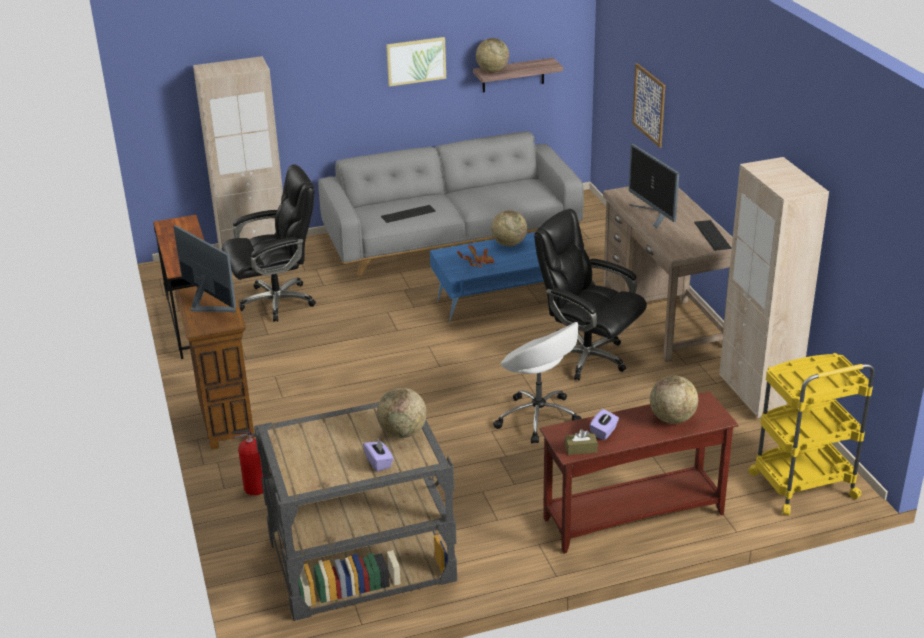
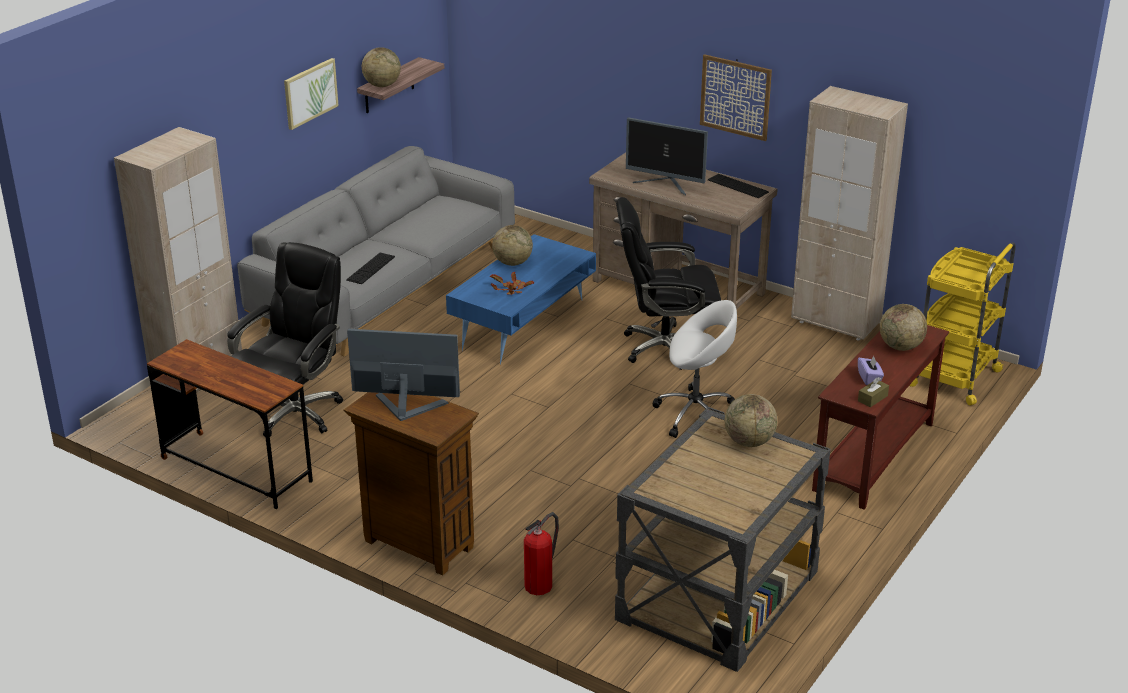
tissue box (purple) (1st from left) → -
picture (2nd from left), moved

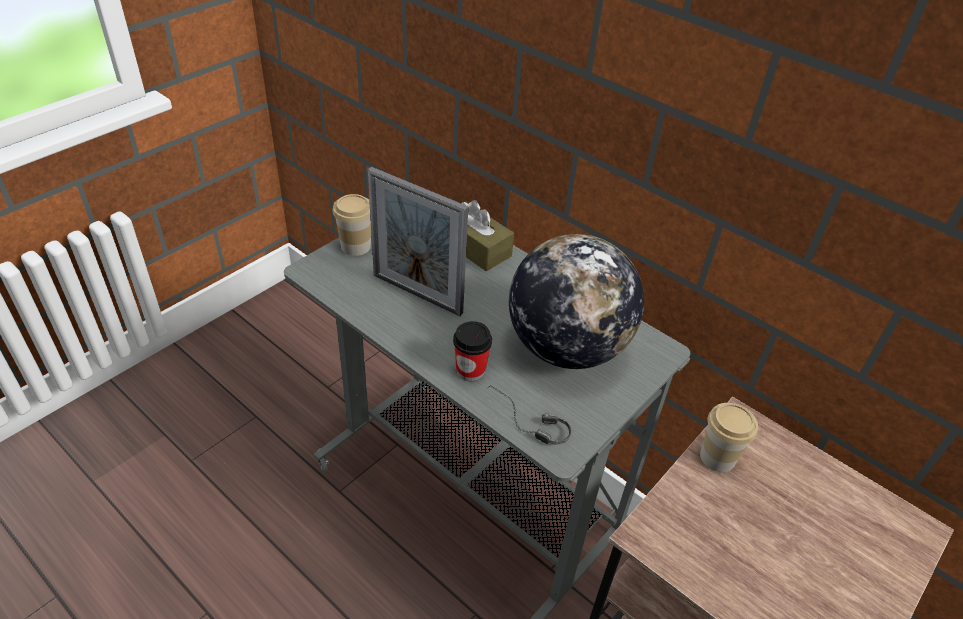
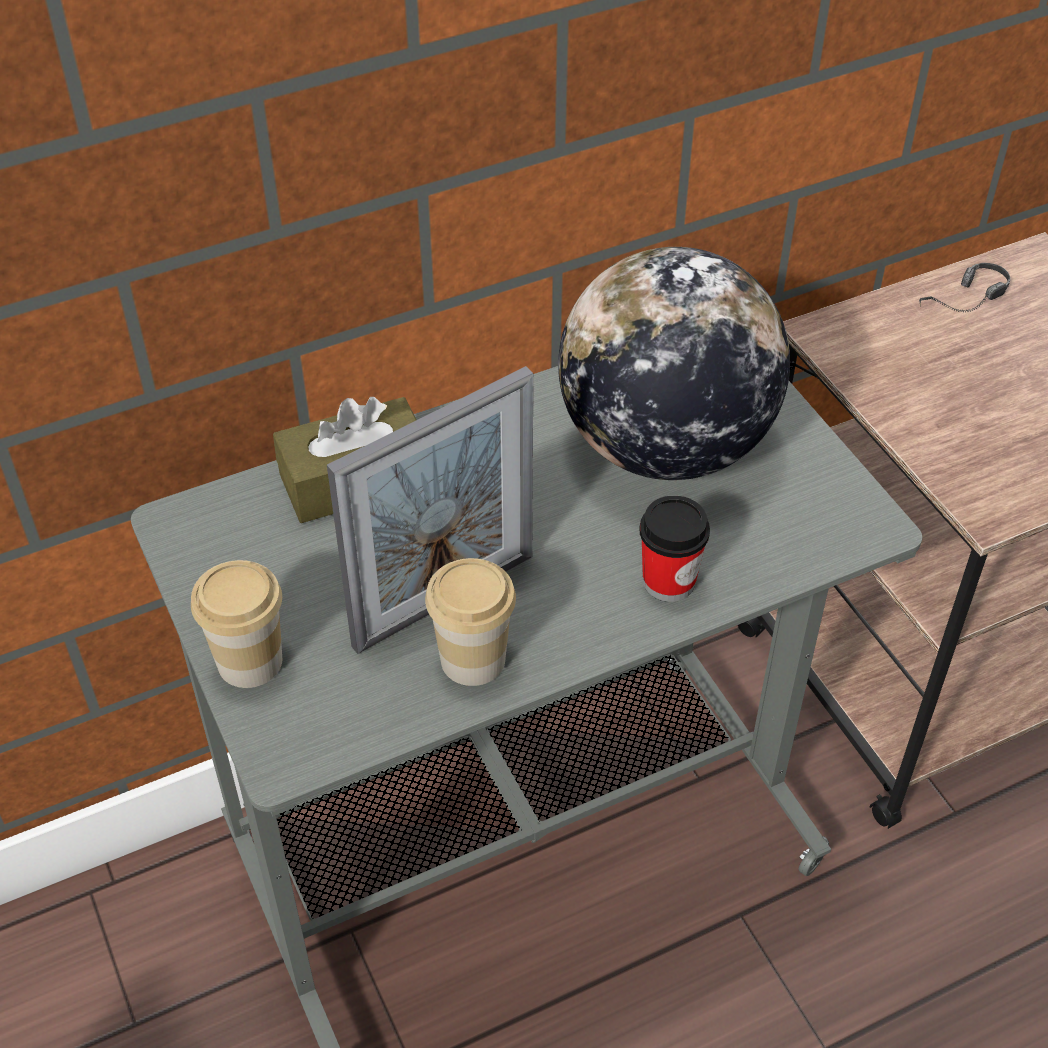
headphones, moved
cup (3rd from left in the first image) → cup (2nd from left), moved

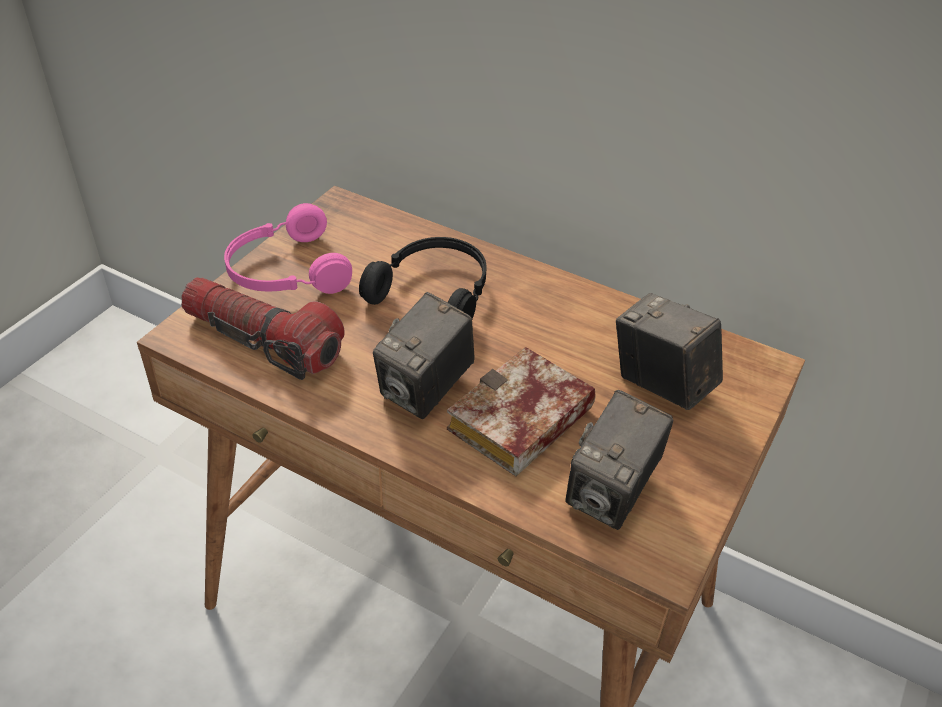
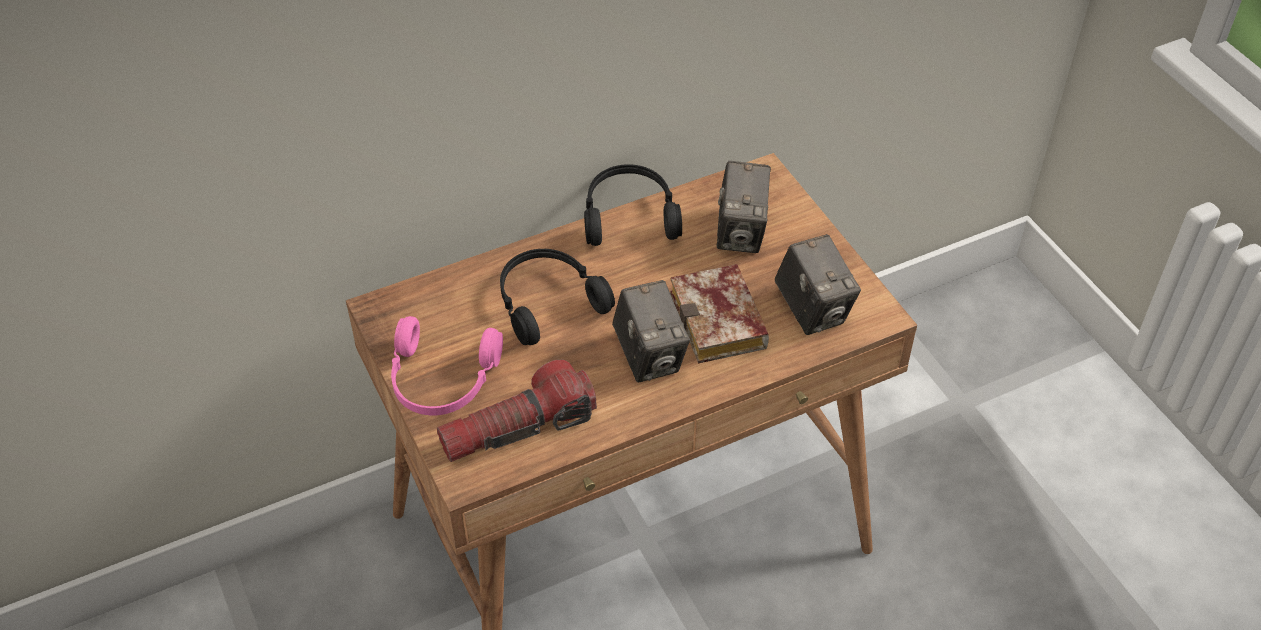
photo camera (3rd from left in the first image) → photo camera (2nd from left), 75 degrees counterclockwise
- → headphones (black) (2nd from left)

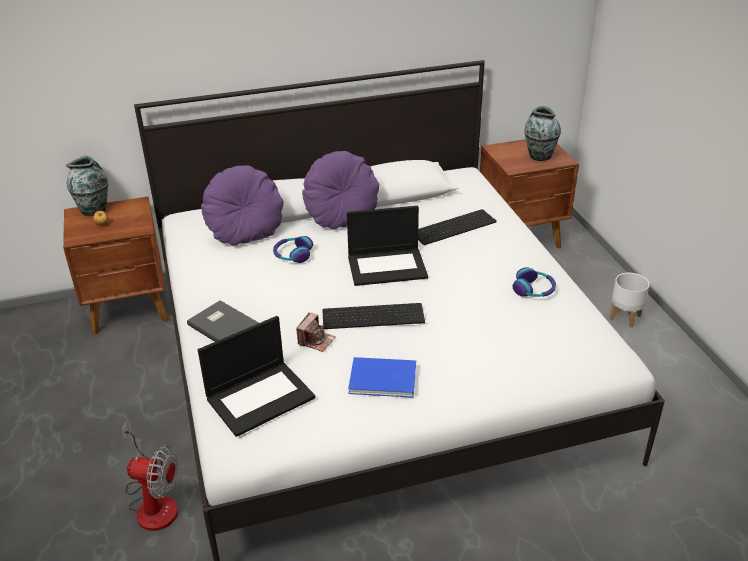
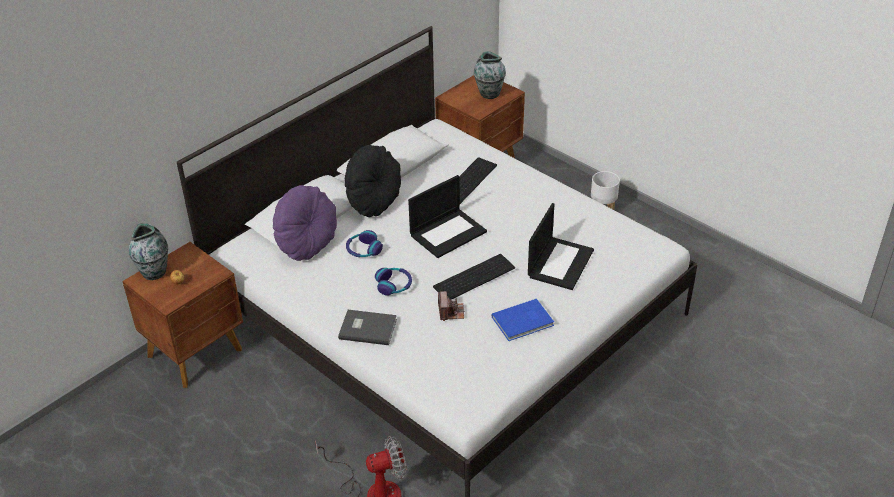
laptop (1st from left in the first image) → laptop (2nd from left), moved
pillow (purple) (2nd from left) → pillow (black)
headphones (2nd from left), moved

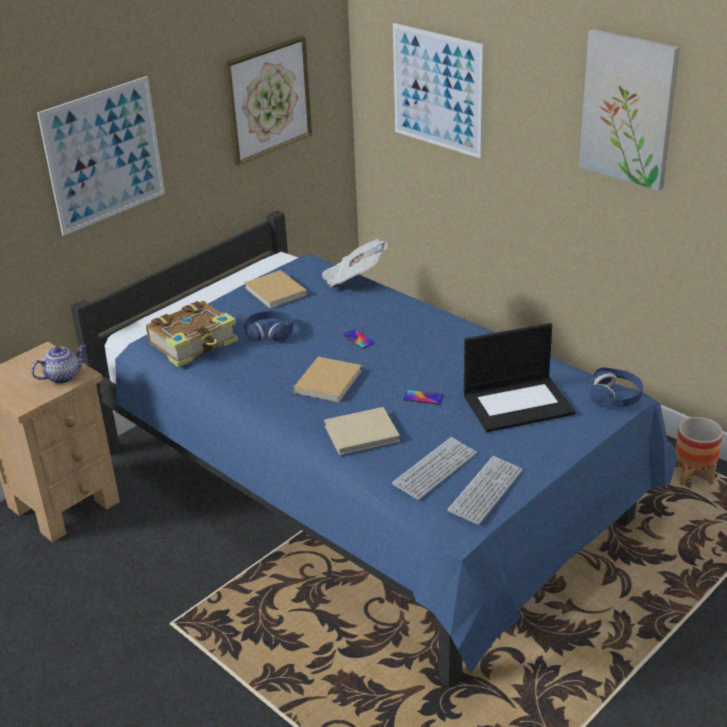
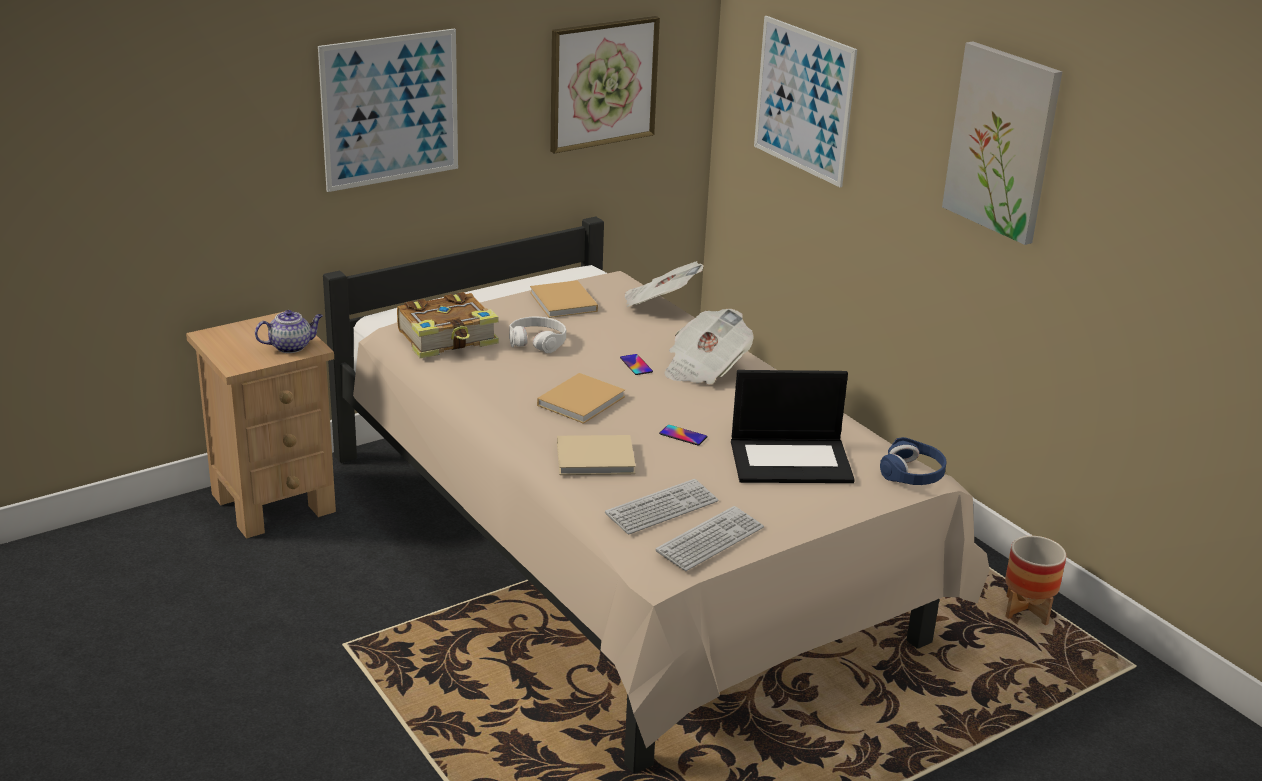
bed (blue) → bed (beige)
headphones (blue) (1st from left) → headphones (white)
- → newspaper (2nd from left)

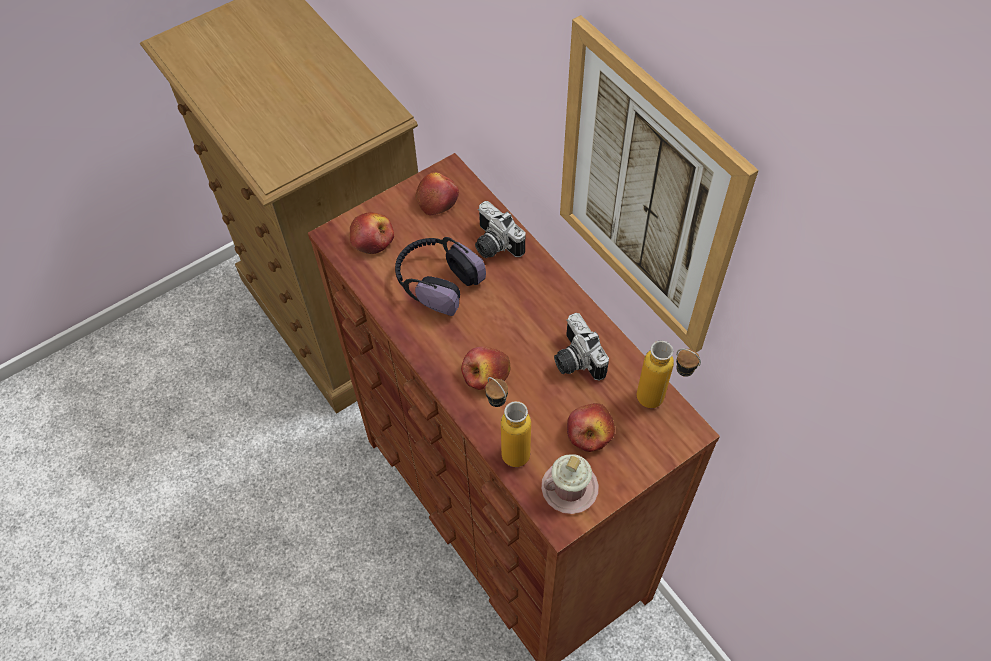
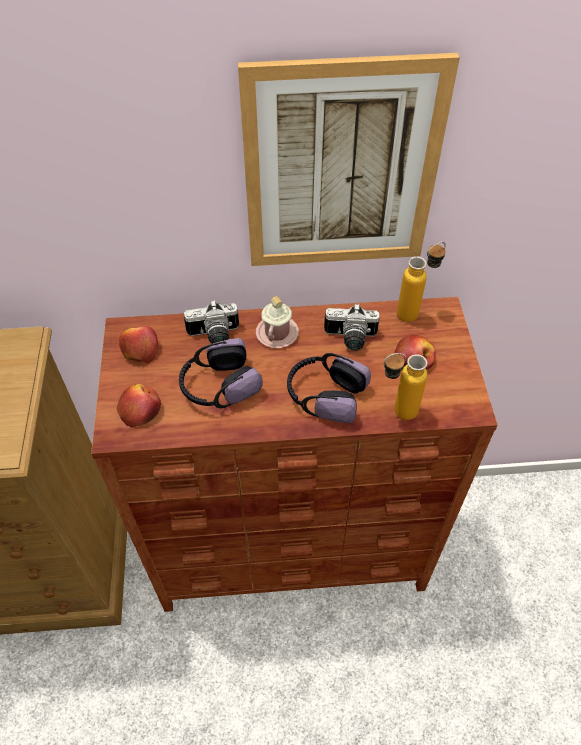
apple (3rd from left) → headphones (2nd from left)
mug (pink), moved

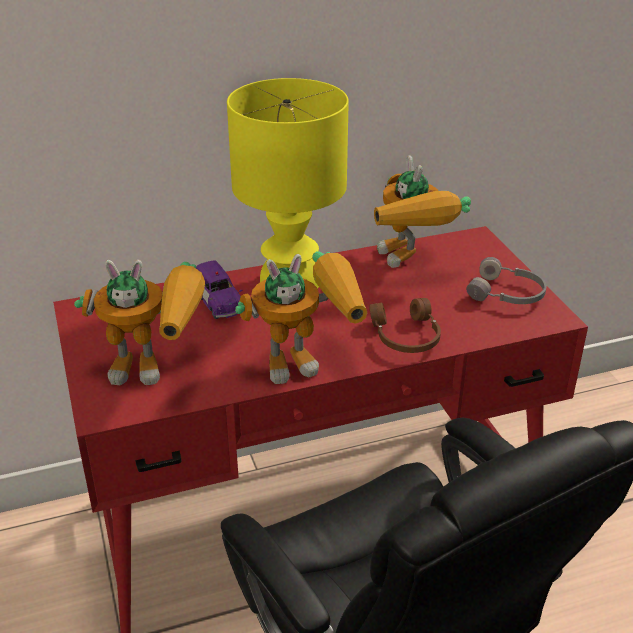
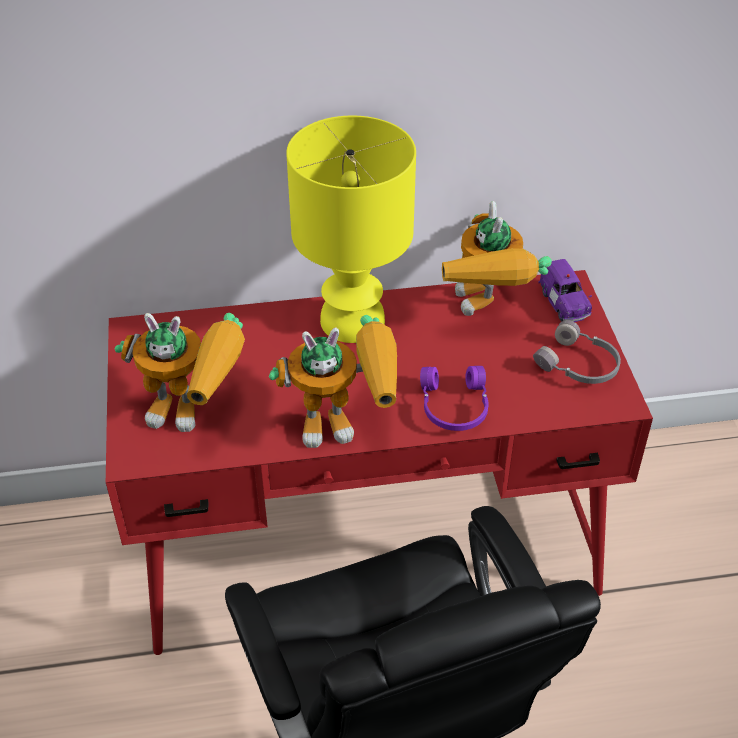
toy car (purple), moved
headphones (brown) → headphones (purple)

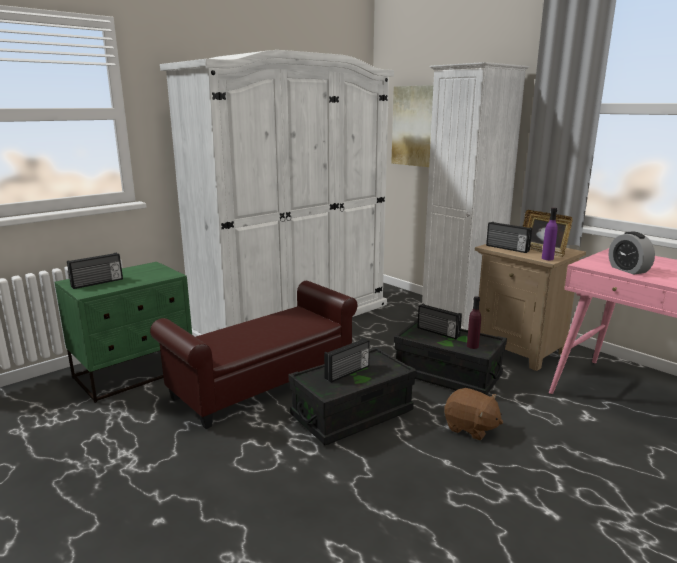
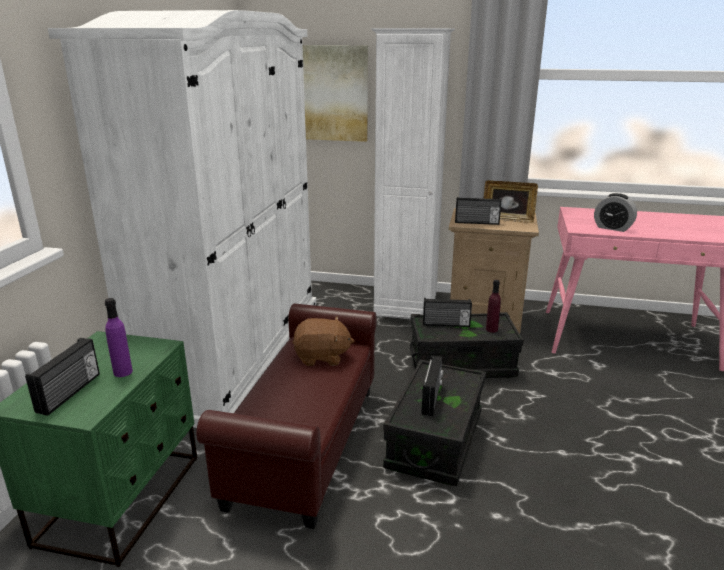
plush toy (brown), moved
bottle (purple) (2nd from left in the first image) → bottle (purple) (1st from left), moved

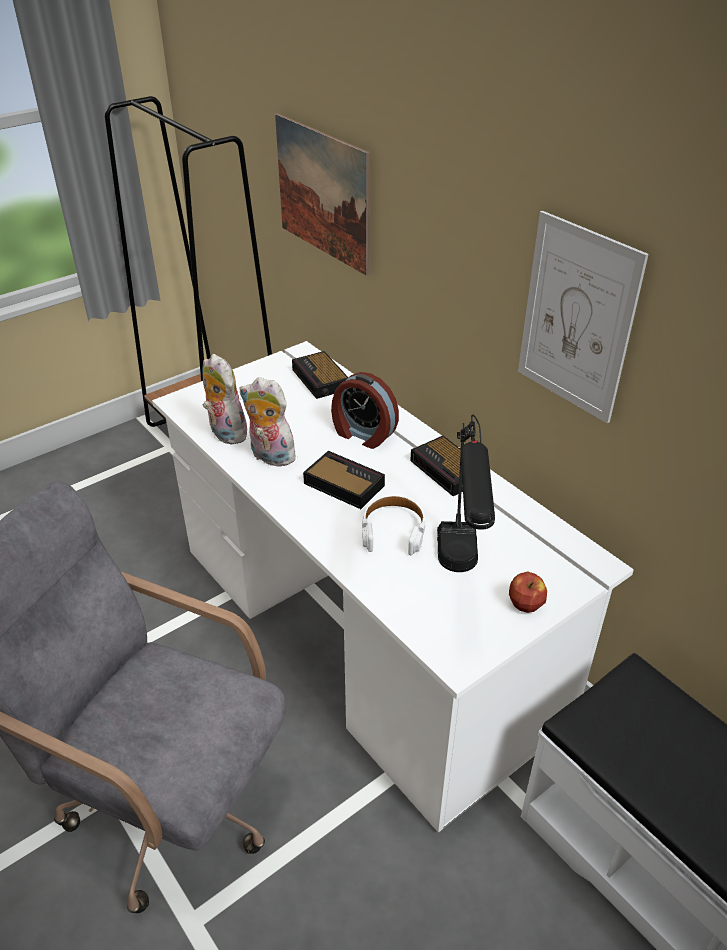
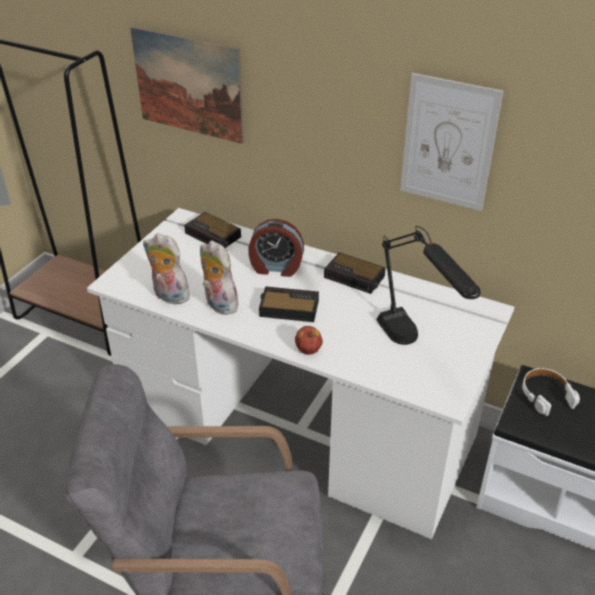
plush toy (2nd from left), 45 degrees clockwise
headphones (white), moved
apple, moved

